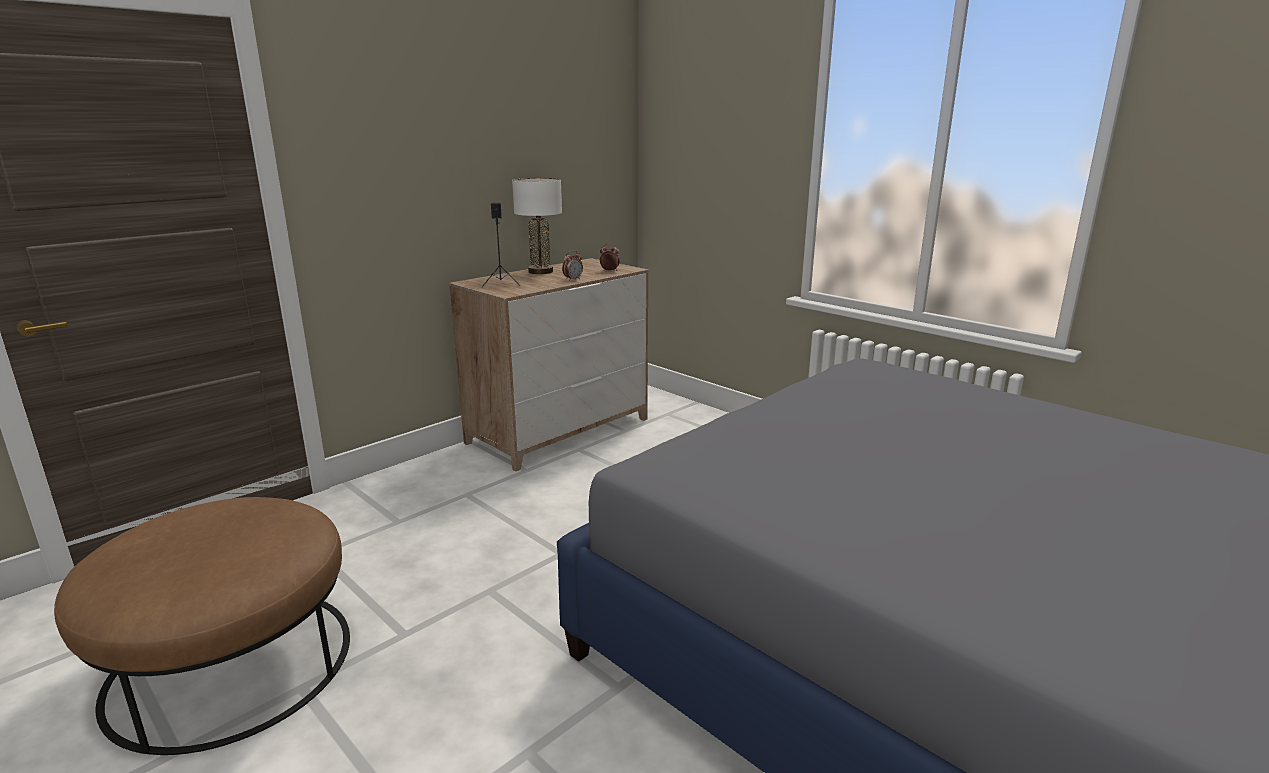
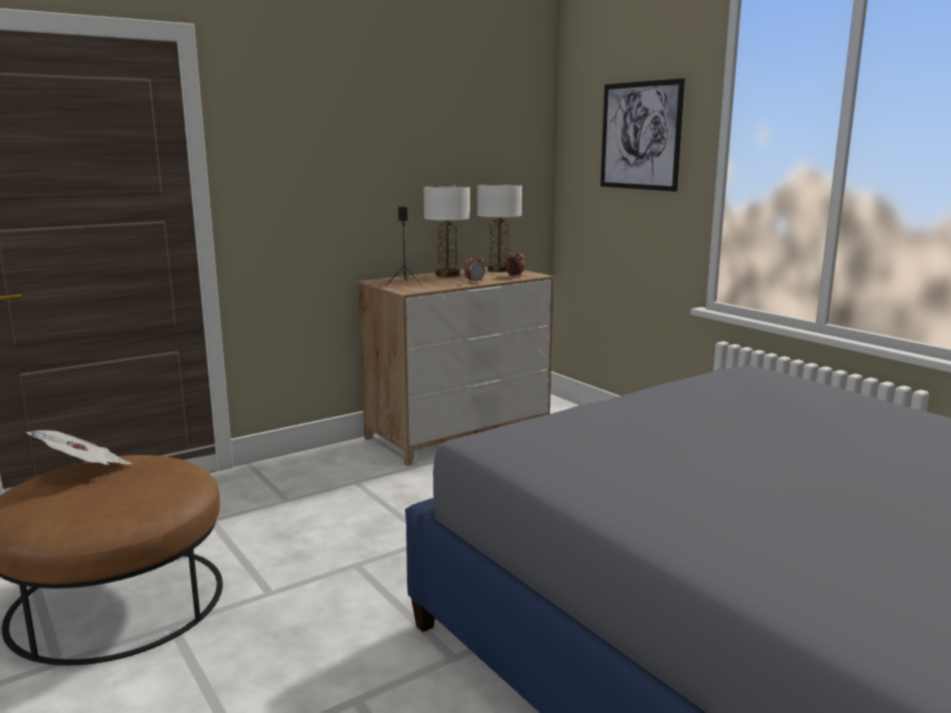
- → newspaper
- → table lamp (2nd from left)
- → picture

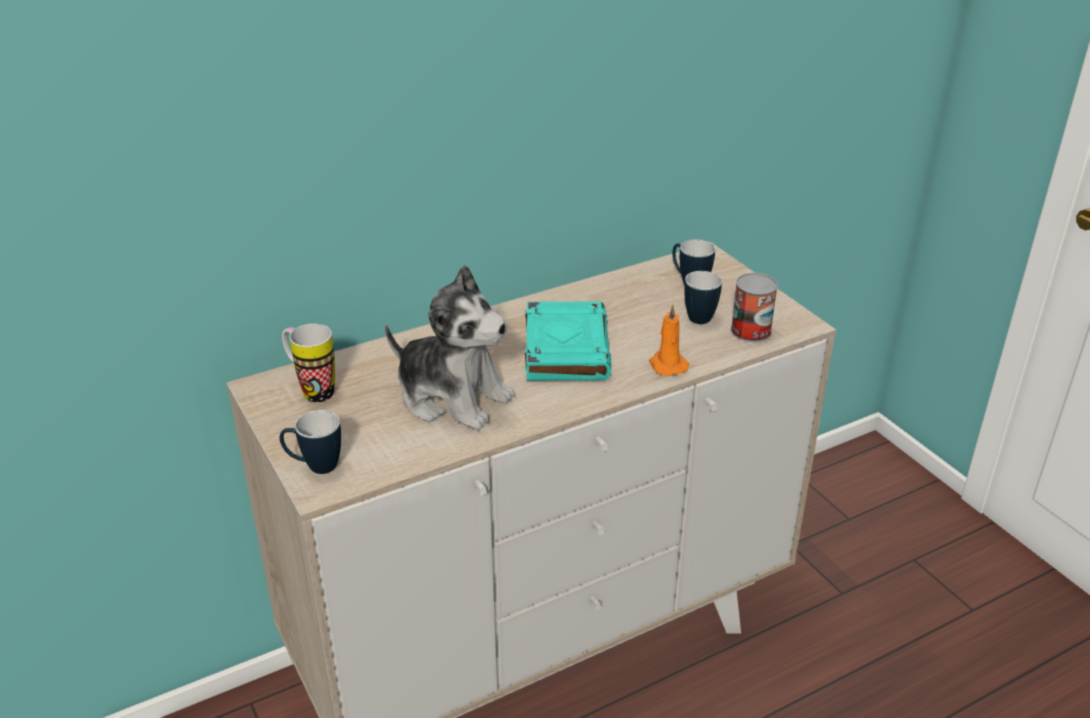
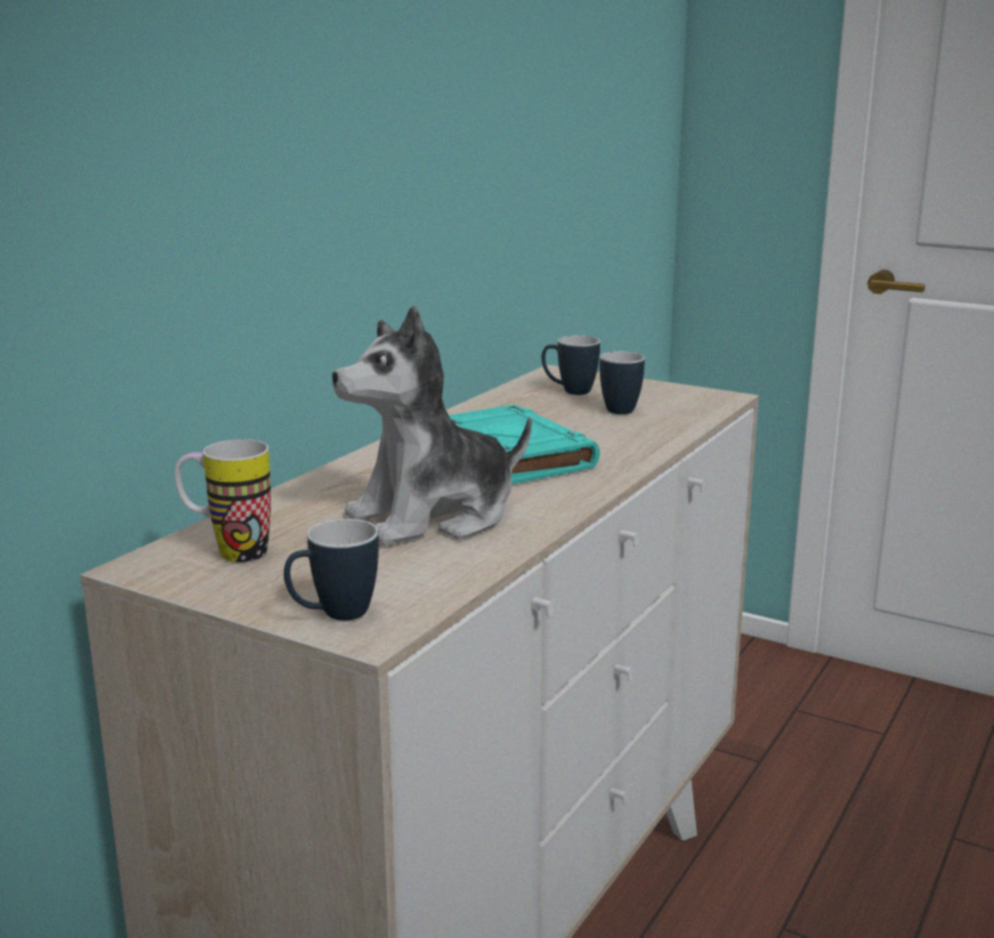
plush toy, 150 degrees clockwise
candle (orange) → -
can → -

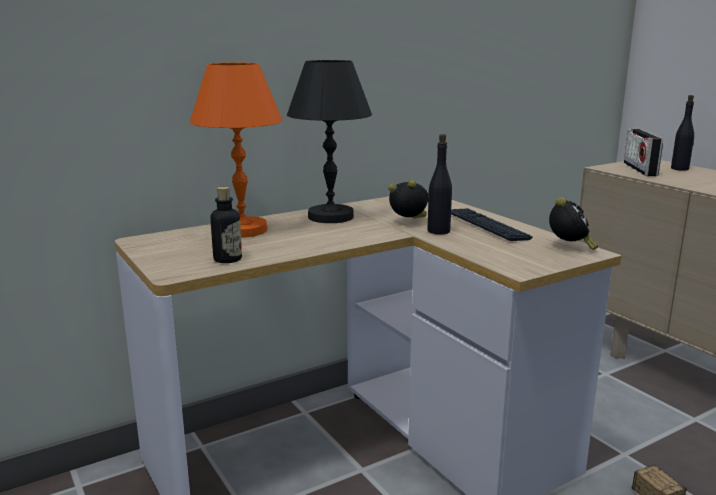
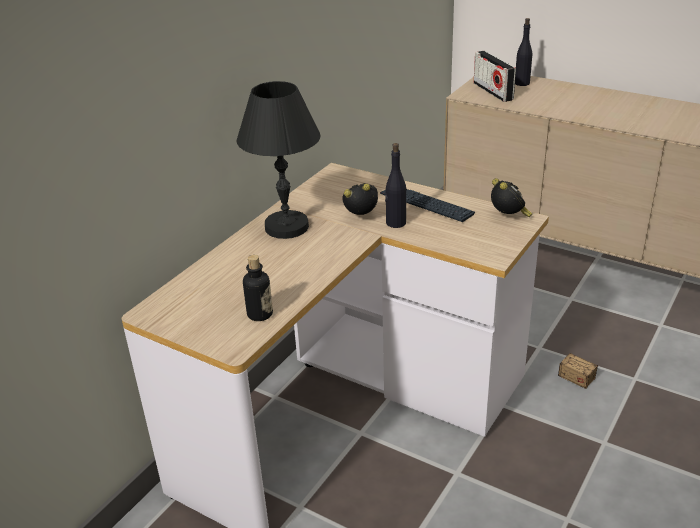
table lamp (orange) → -

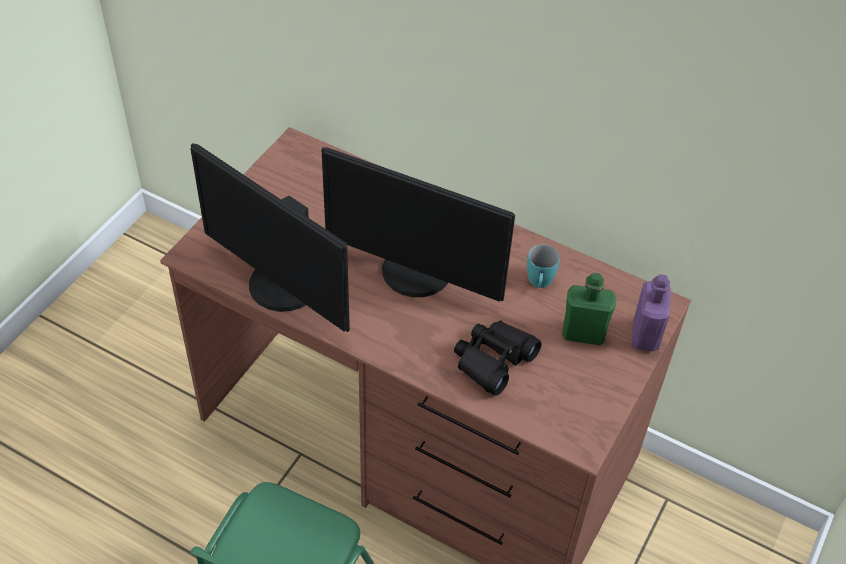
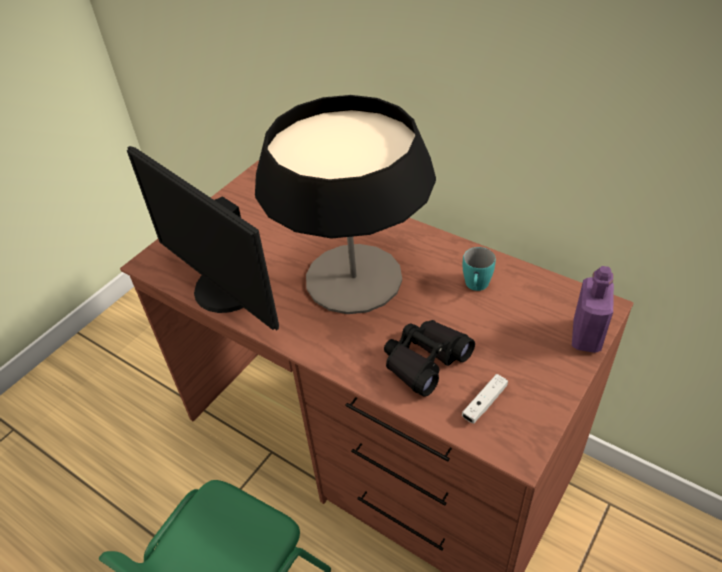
monitor (2nd from left) → table lamp
bottle (green) → -
- → game controller (white)

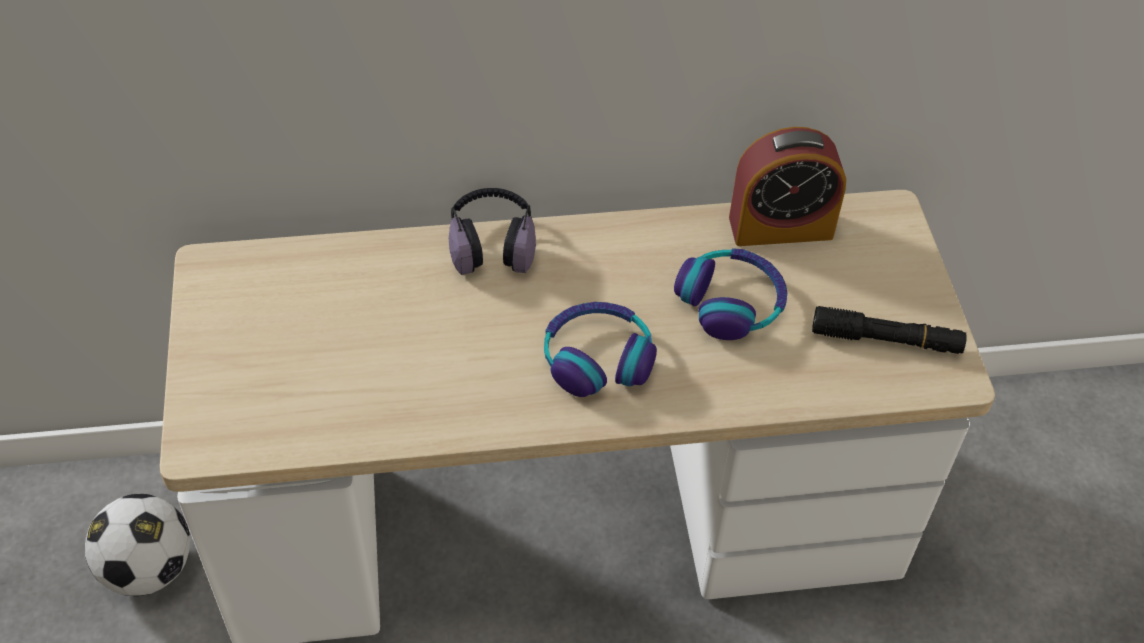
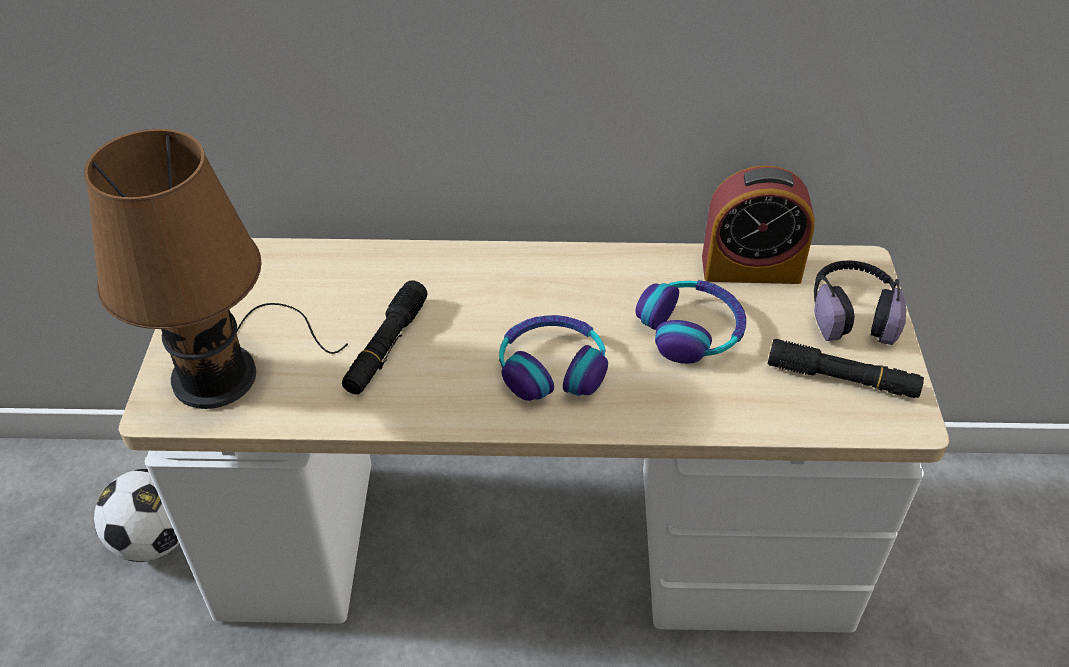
headphones (1st from left in the first image) → headphones (3rd from left), moved
- → table lamp (brown)
- → flashlight (black) (1st from left)

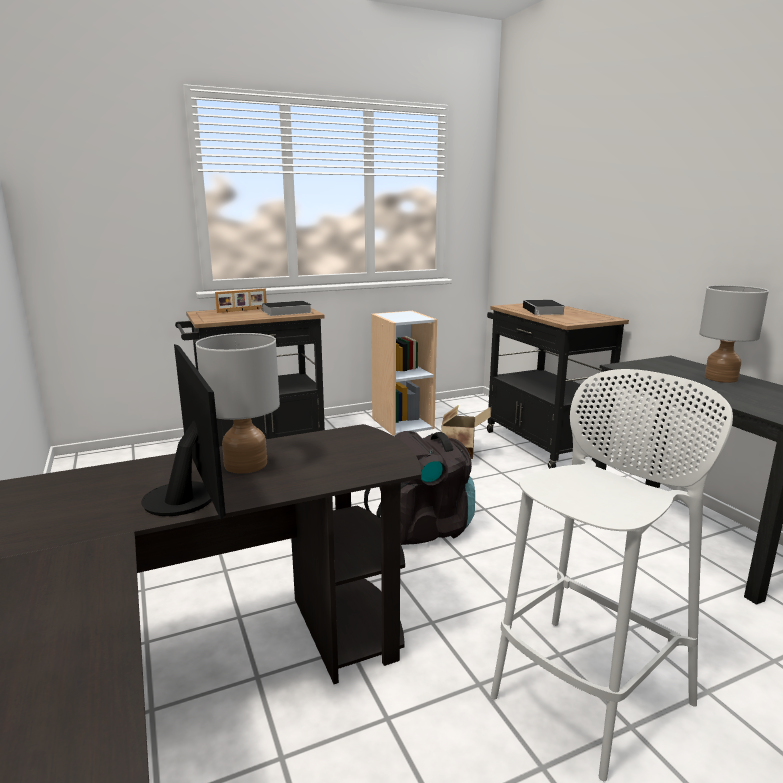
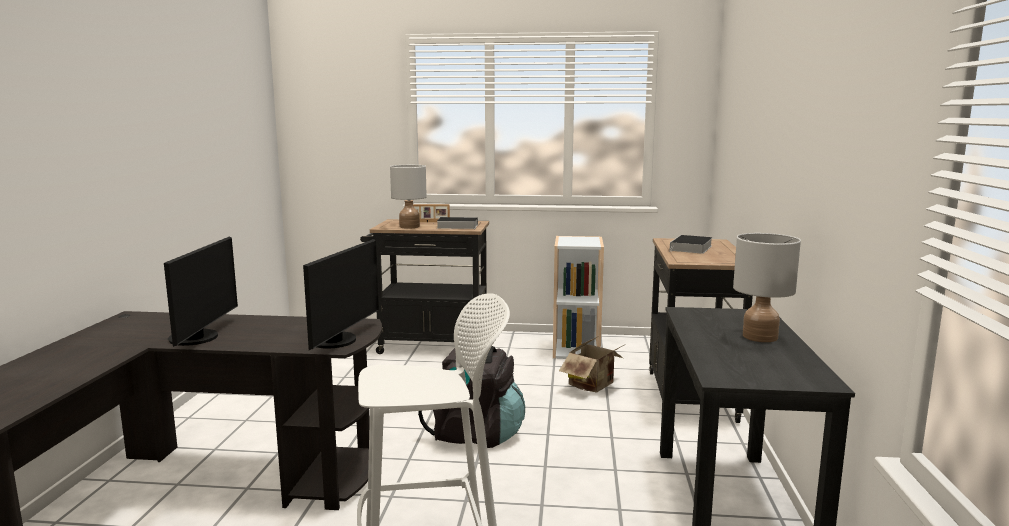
table lamp (grey) (1st from left), moved
- → monitor (2nd from left)

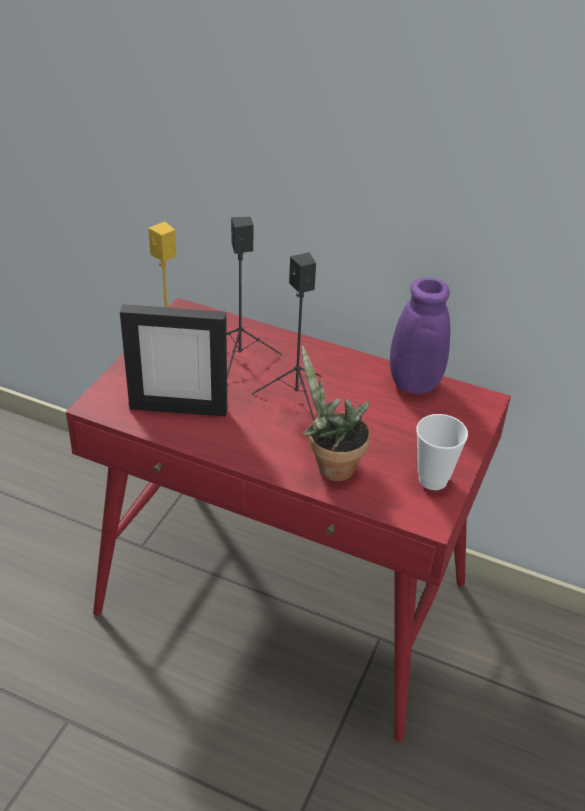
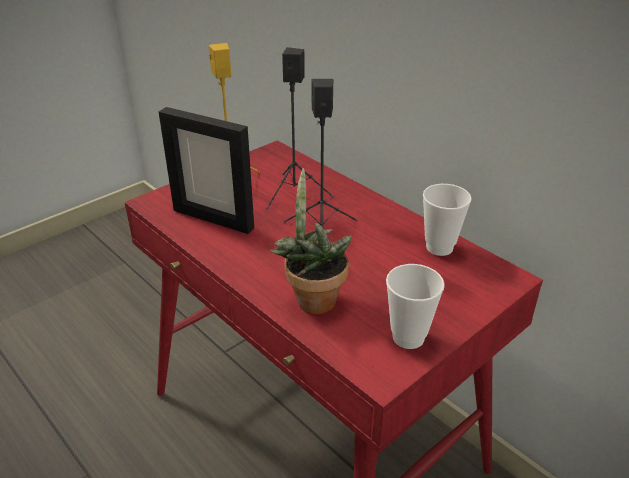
vase (purple) → cup (2nd from left)

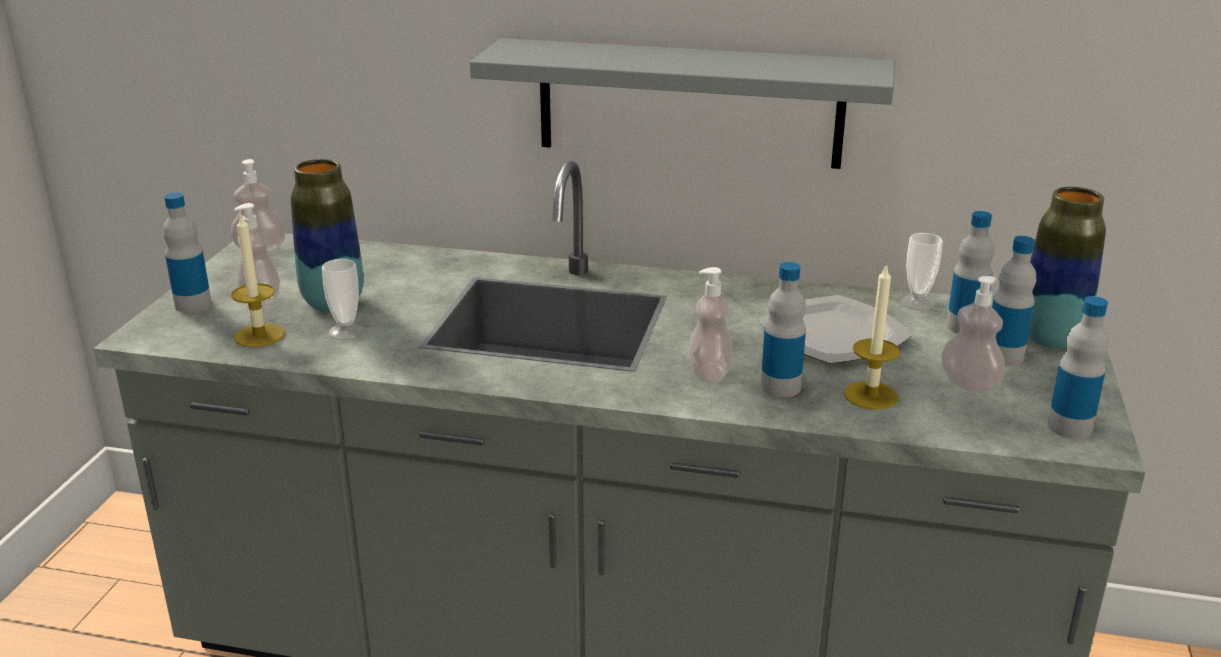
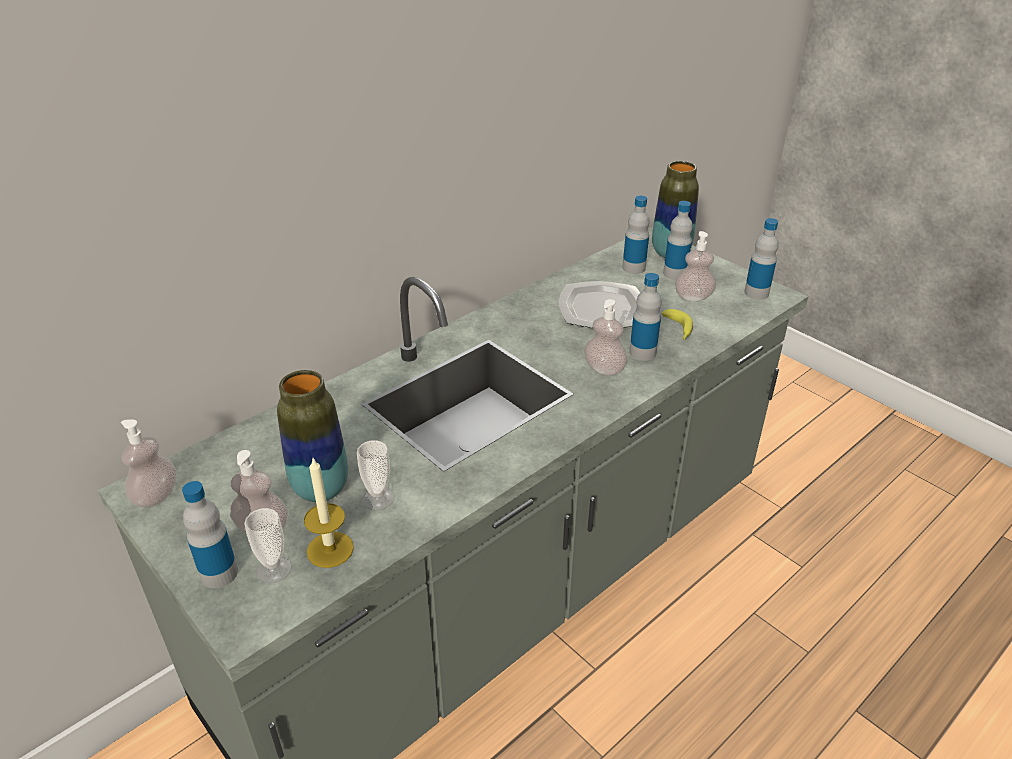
shelf (grey) → -
candle (2nd from left) → banana
cup (2nd from left in the first image) → cup (1st from left), moved

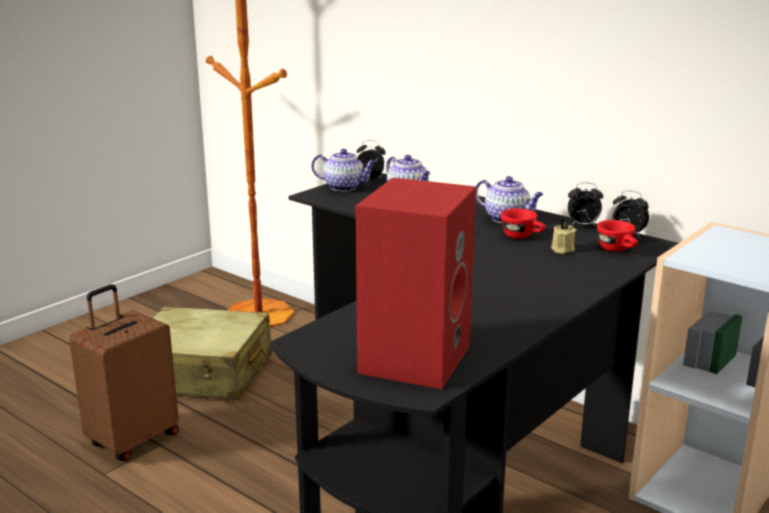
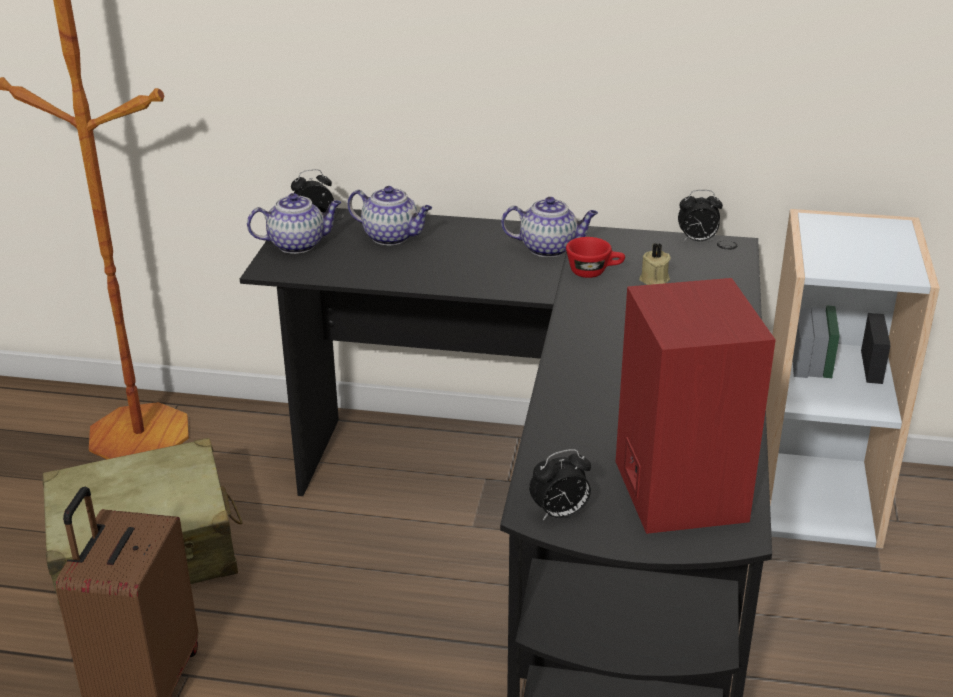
alarm clock (2nd from left), moved
cup (red) (2nd from left) → -

